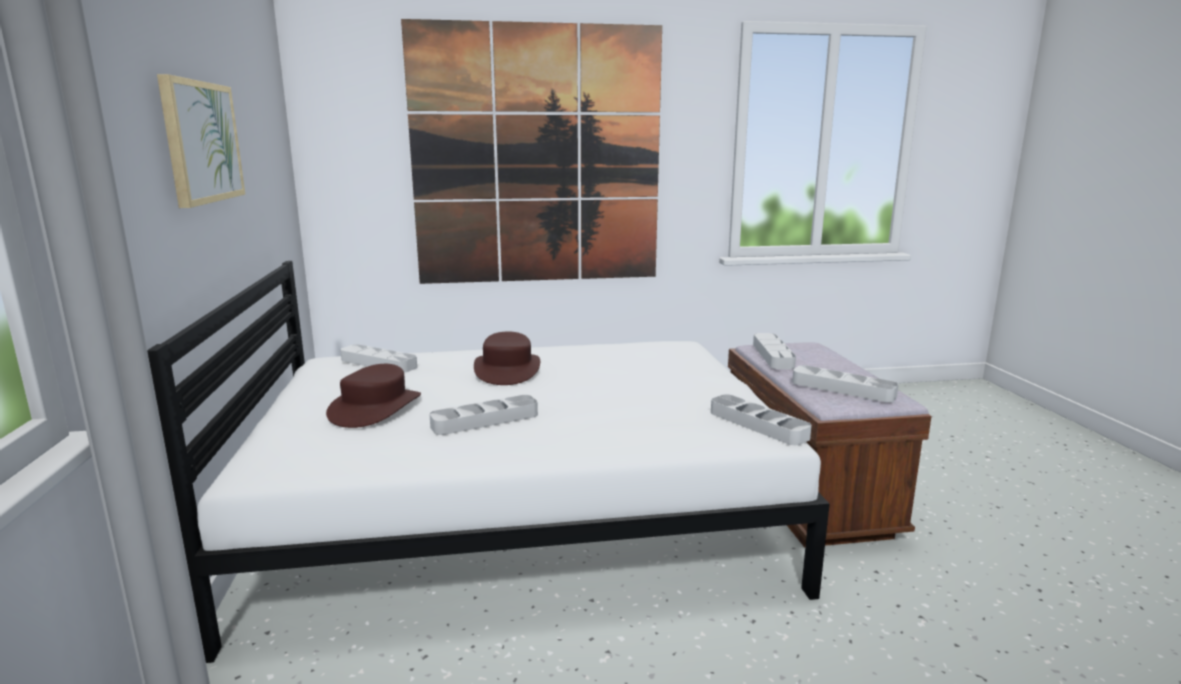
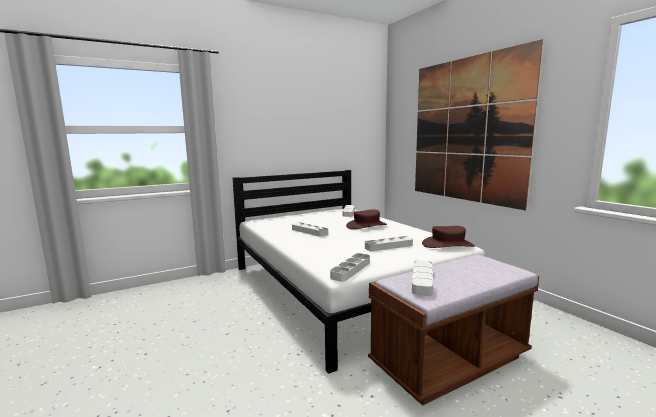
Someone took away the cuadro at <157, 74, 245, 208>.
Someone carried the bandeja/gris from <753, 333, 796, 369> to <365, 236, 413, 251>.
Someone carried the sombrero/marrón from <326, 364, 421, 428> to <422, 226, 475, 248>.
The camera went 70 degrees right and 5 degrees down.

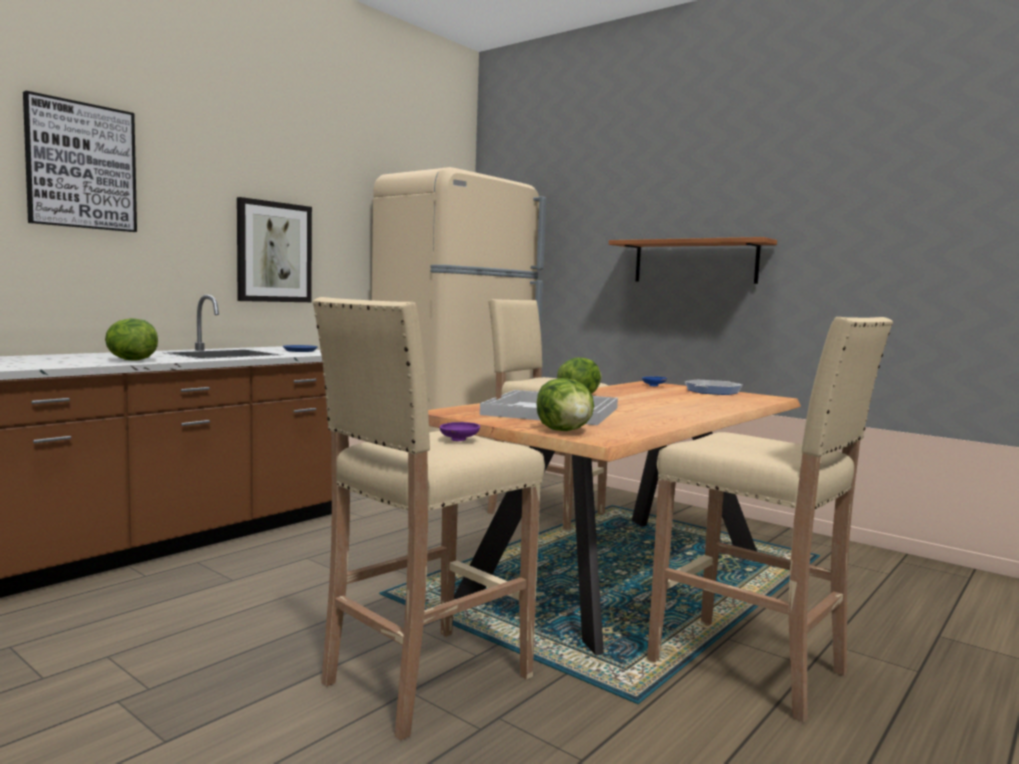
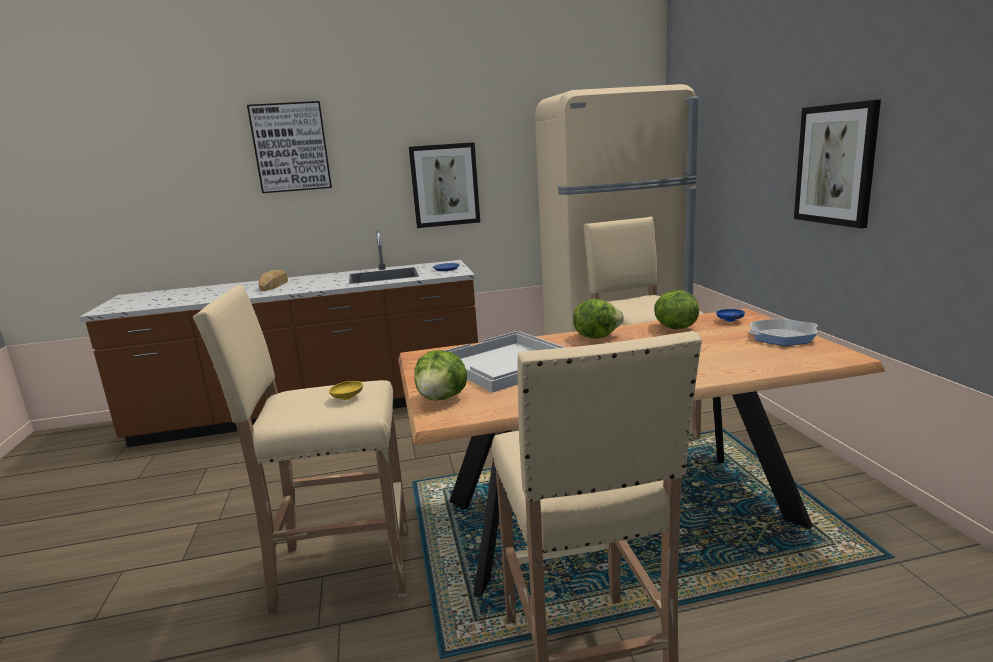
Someone swapped the estante at <609, 237, 777, 284> for the cuadro at <794, 100, 881, 228>.
Someone carried the lechuga from <105, 318, 158, 361> to <654, 290, 699, 329>.
Someone repainted the cuenco/morado at <440, 422, 480, 441>, which became the cuenco/amarillo at <329, 381, 363, 400>.
Someone put down the pan at <259, 270, 288, 291>.
The camera went 40 degrees right and 10 degrees up.

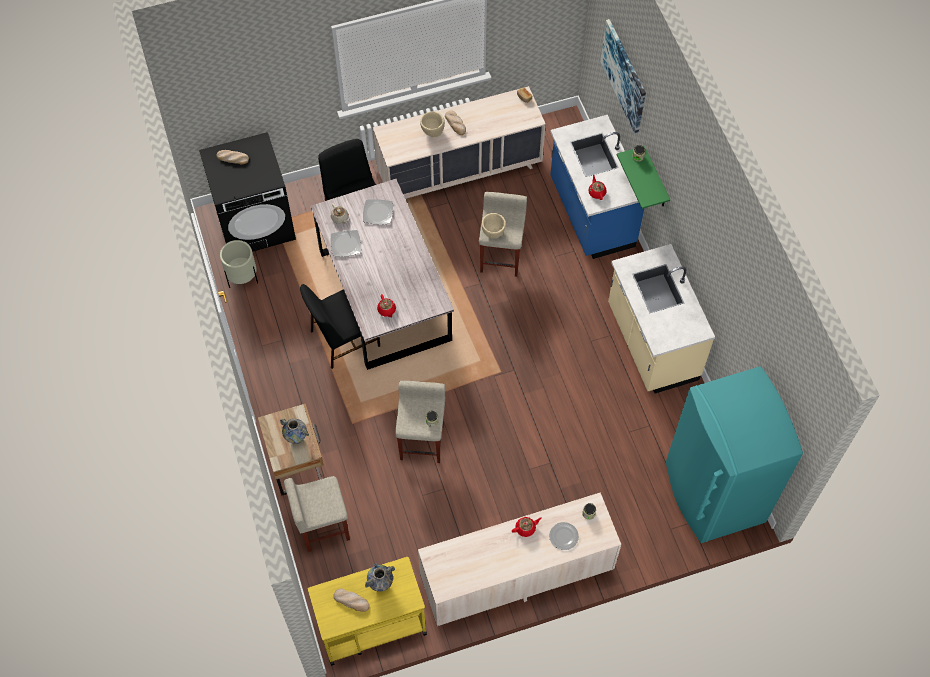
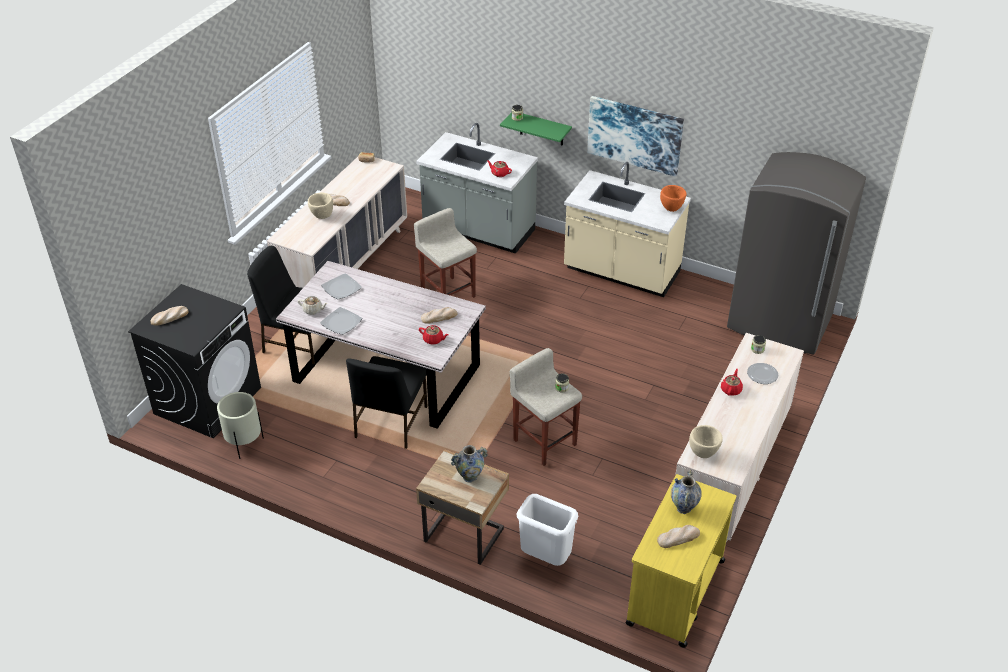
Someone carried the cuadro from <600, 19, 646, 134> to <587, 96, 684, 177>.
Someone repainted the mueble bajo de cocina/azul at <550, 115, 644, 259>, which became the mueble bajo de cocina/gris at <416, 123, 538, 254>.
Someone carried the cuenco/beis from <481, 213, 506, 239> to <689, 425, 723, 458>.
Someone repainted the nevera/turquesa at <666, 366, 803, 543>, which became the nevera/gris at <727, 152, 866, 354>.
Someone swapped the taburete/beis at <284, 476, 350, 552> for the papelera/blanco at <516, 494, 578, 566>.
Someone put down the cuenco/naranja at <660, 185, 687, 212>.
Someone put down the pan at <421, 307, 457, 324>.
The camera went 45 degrees left and 20 degrees down.

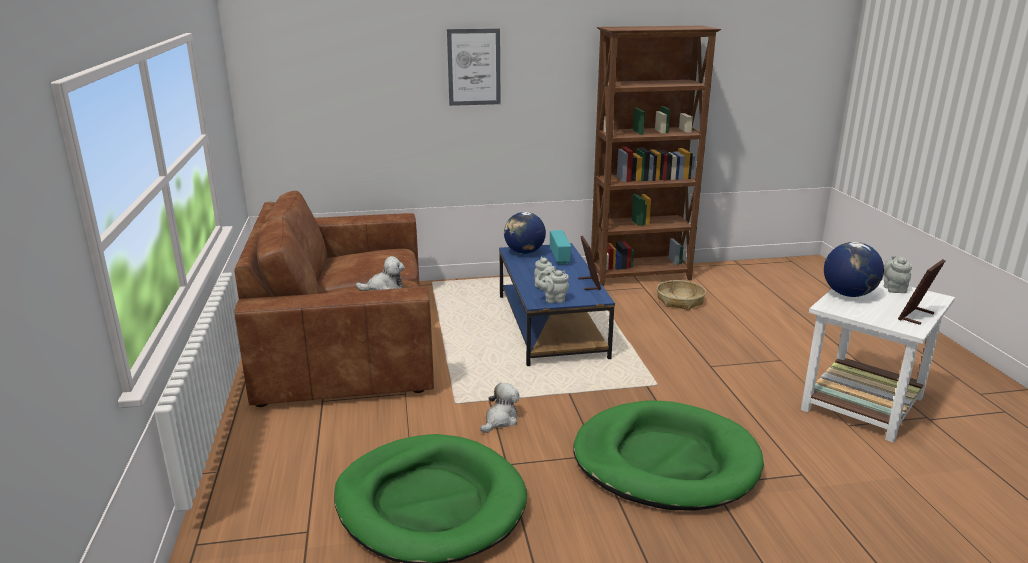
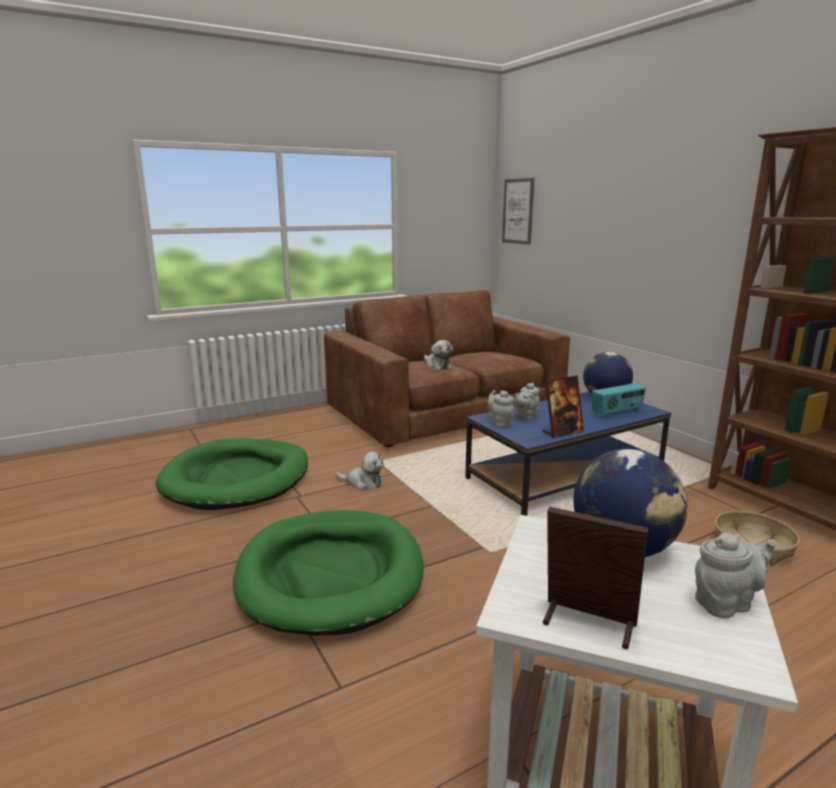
Someone carried the cuadro from <447, 29, 501, 106> to <502, 178, 534, 245>.
The camera went 70 degrees right and 5 degrees down.

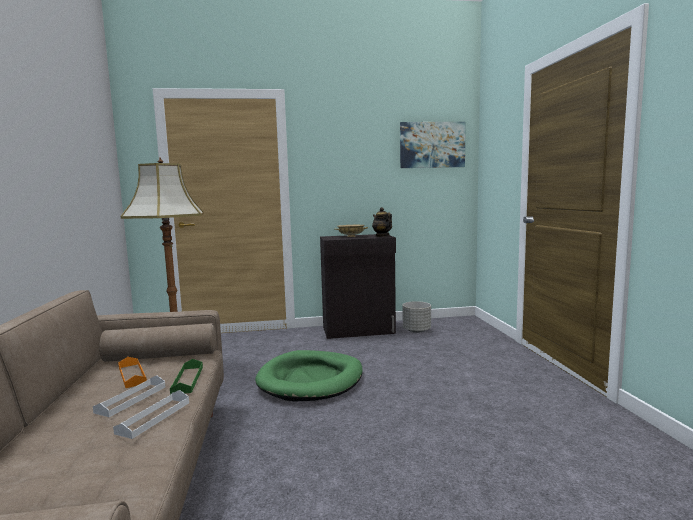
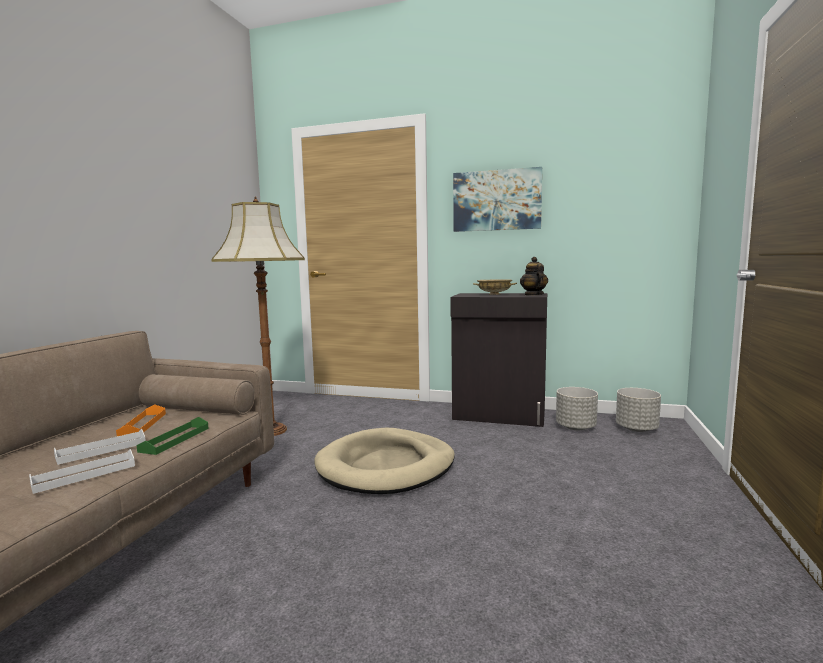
Someone carried the cuadro from <400, 122, 466, 168> to <453, 167, 542, 232>.
Someone repainted the cama para perro/verde at <255, 350, 363, 401>, which became the cama para perro/beis at <314, 428, 455, 494>.
Someone put down the maceta/gris at <616, 388, 661, 432>.
The camera went 25 degrees right and 0 degrees up.

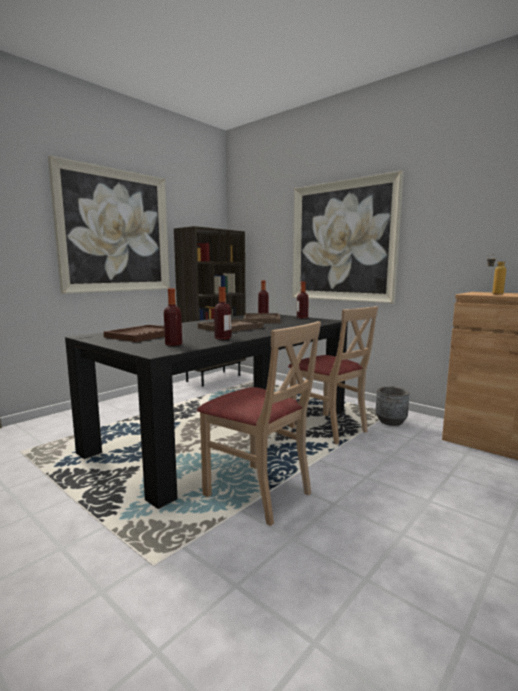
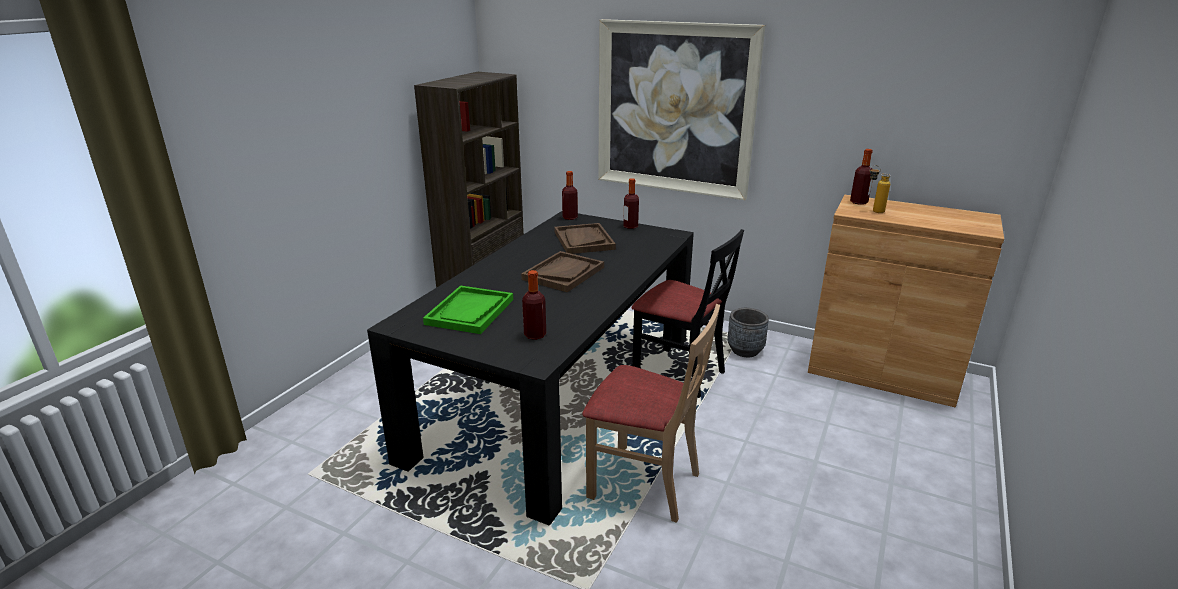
Someone took away the cuadro at <48, 156, 170, 294>.
Someone carried the botella from <214, 287, 231, 340> to <850, 149, 873, 205>.
Someone repainted the silla/beis at <288, 306, 378, 444>, which became the silla/negro at <632, 229, 744, 398>.
Someone repainted the bandeja/marrón at <104, 325, 165, 342>, which became the bandeja/verde at <423, 286, 513, 334>.
The camera went 15 degrees left and 15 degrees up.

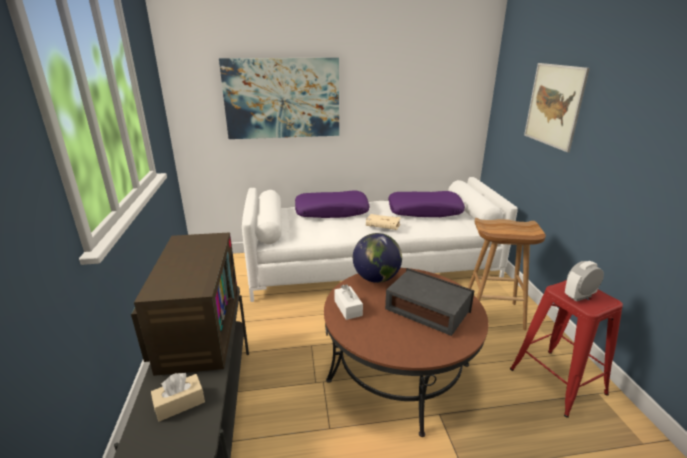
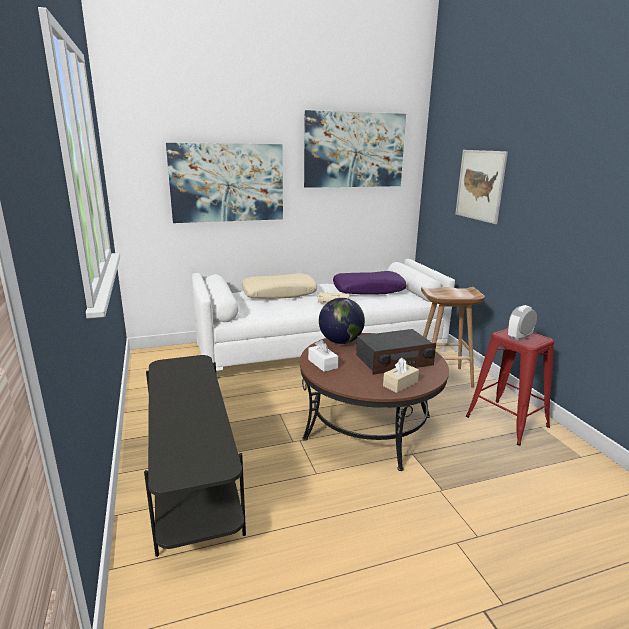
Someone repainted the cojín/morado at <295, 191, 369, 218>, which became the cojín/beis at <241, 273, 317, 299>.
Someone took away the televisor at <131, 232, 238, 376>.
Someone rotated the radio at <385, 268, 475, 336> by 135 degrees clockwise.
Someone carried the caja de pañuelos/beis from <151, 373, 205, 422> to <383, 358, 419, 393>.
Someone put up the cuadro at <304, 110, 406, 188>.
The camera went 10 degrees left and 5 degrees down.

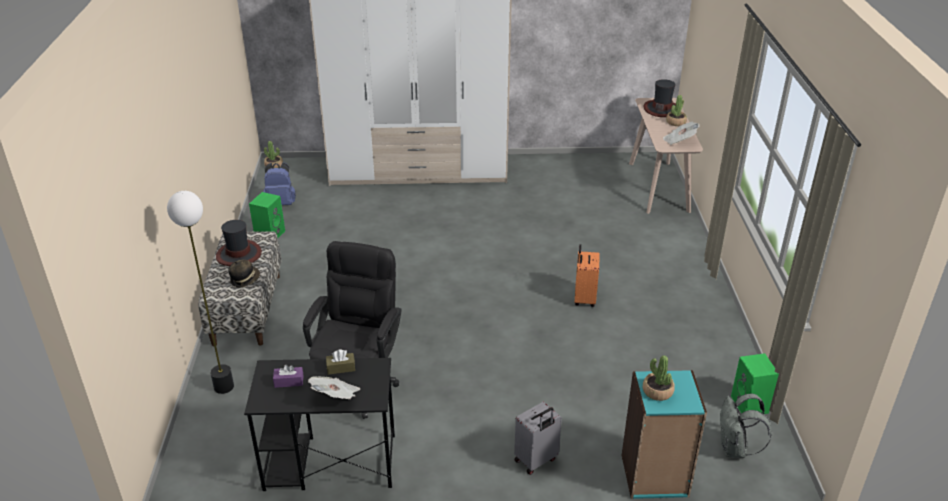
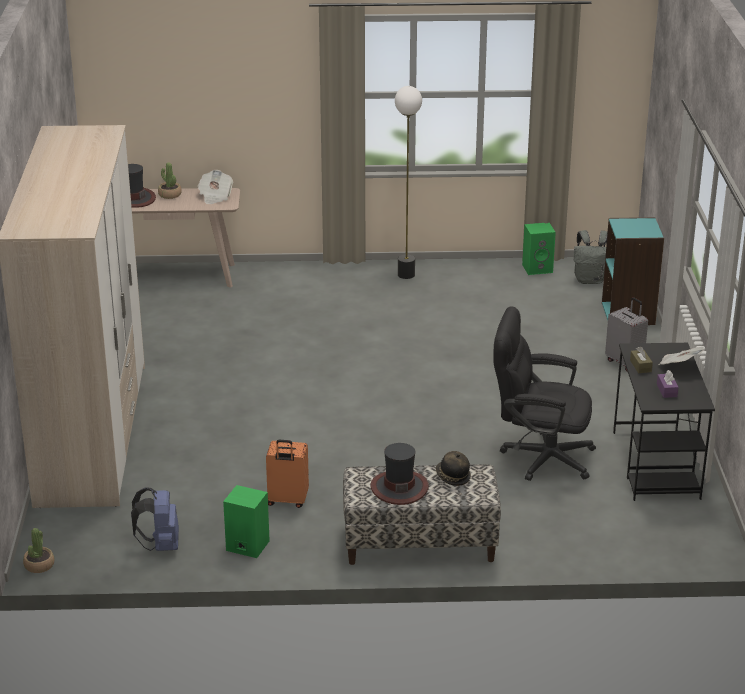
Someone carried the lámpara de pie from <167, 191, 234, 394> to <395, 86, 422, 279>.
Someone carried the maleta/naranja from <575, 244, 600, 307> to <266, 440, 309, 508>.
Someone took away the planta en maceta at <643, 355, 675, 401>.
The camera went 90 degrees left and 5 degrees down.

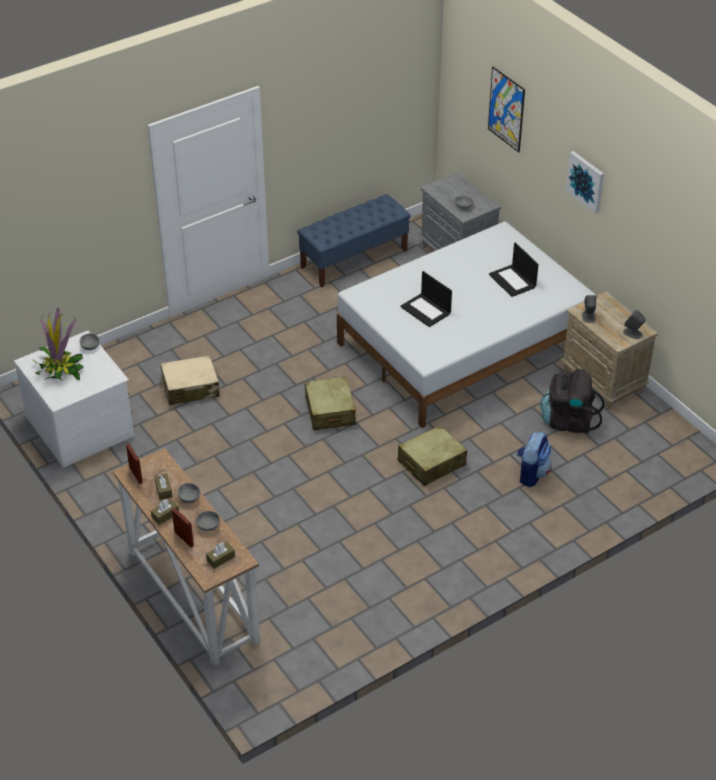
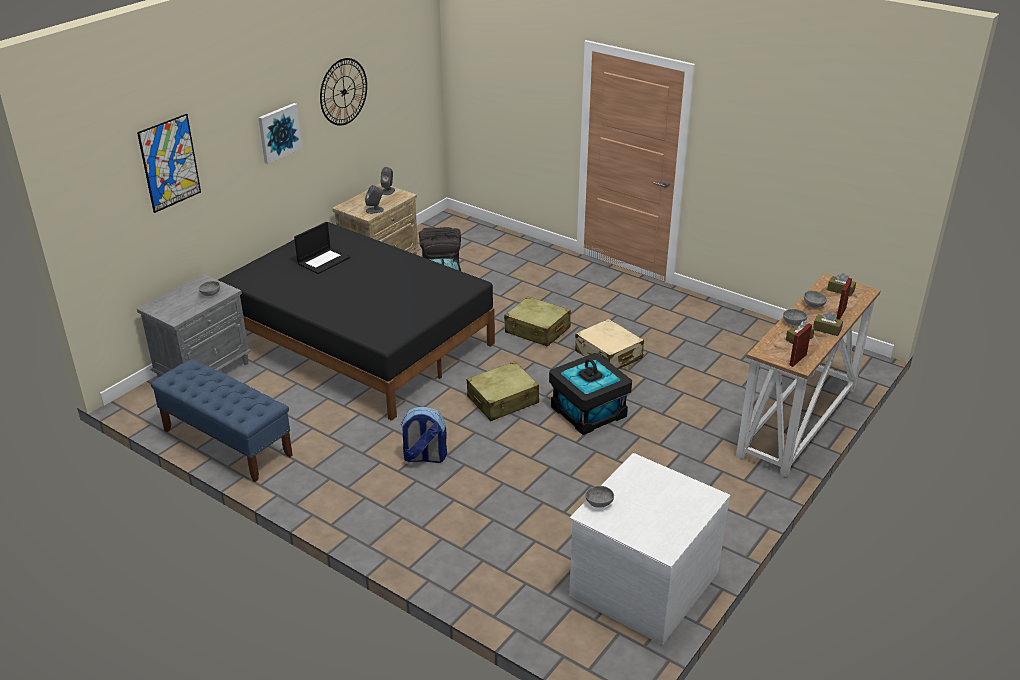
Someone repainted the cama/blanco at <337, 221, 597, 428>, which became the cama/negro at <218, 222, 495, 421>.
Someone took away the portátil at <400, 271, 452, 327>.
Someone took away the planta en maceta at <33, 308, 84, 380>.
Someone carried the maleta/beis from <160, 355, 220, 405> to <575, 319, 644, 369>.
Someone carried the mochila from <517, 431, 552, 487> to <400, 406, 447, 463>.
Someone put up the reloj de pared at <320, 58, 367, 126>.
Someone put down the caja de almacenaje/negro at <549, 353, 632, 435>.
The camera went 110 degrees left and 10 degrees down.

